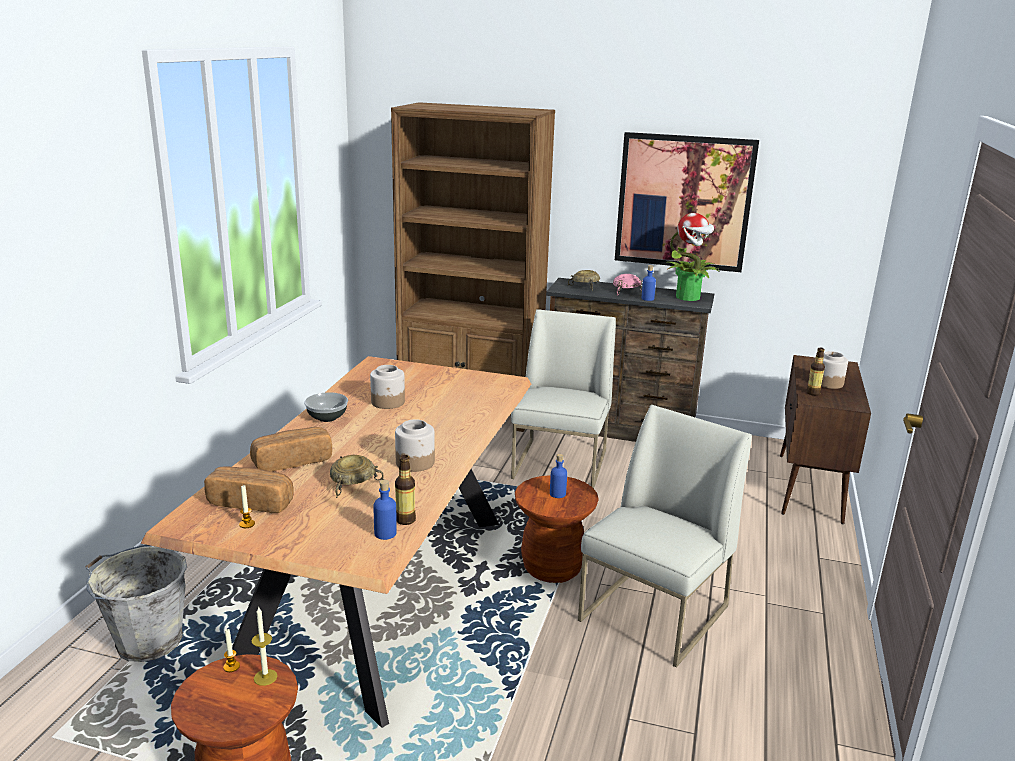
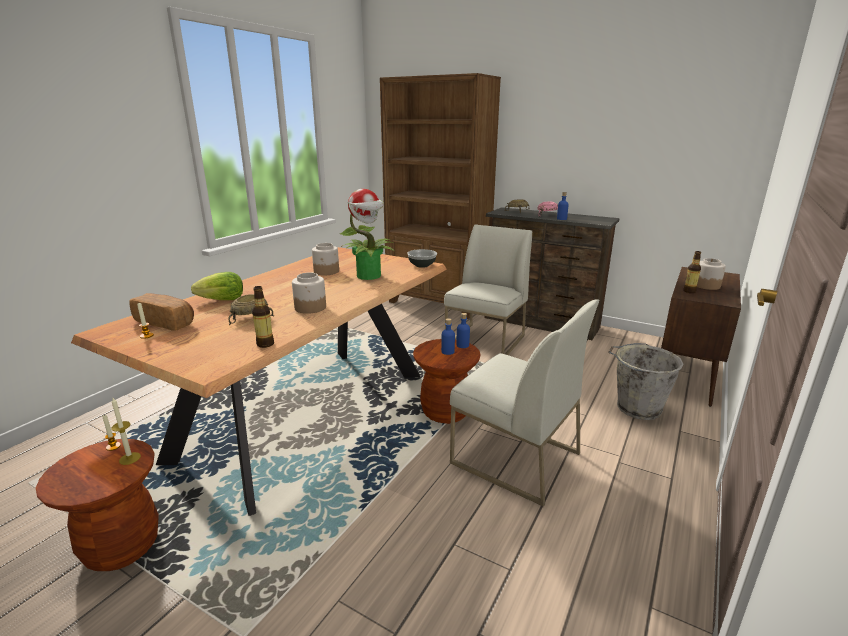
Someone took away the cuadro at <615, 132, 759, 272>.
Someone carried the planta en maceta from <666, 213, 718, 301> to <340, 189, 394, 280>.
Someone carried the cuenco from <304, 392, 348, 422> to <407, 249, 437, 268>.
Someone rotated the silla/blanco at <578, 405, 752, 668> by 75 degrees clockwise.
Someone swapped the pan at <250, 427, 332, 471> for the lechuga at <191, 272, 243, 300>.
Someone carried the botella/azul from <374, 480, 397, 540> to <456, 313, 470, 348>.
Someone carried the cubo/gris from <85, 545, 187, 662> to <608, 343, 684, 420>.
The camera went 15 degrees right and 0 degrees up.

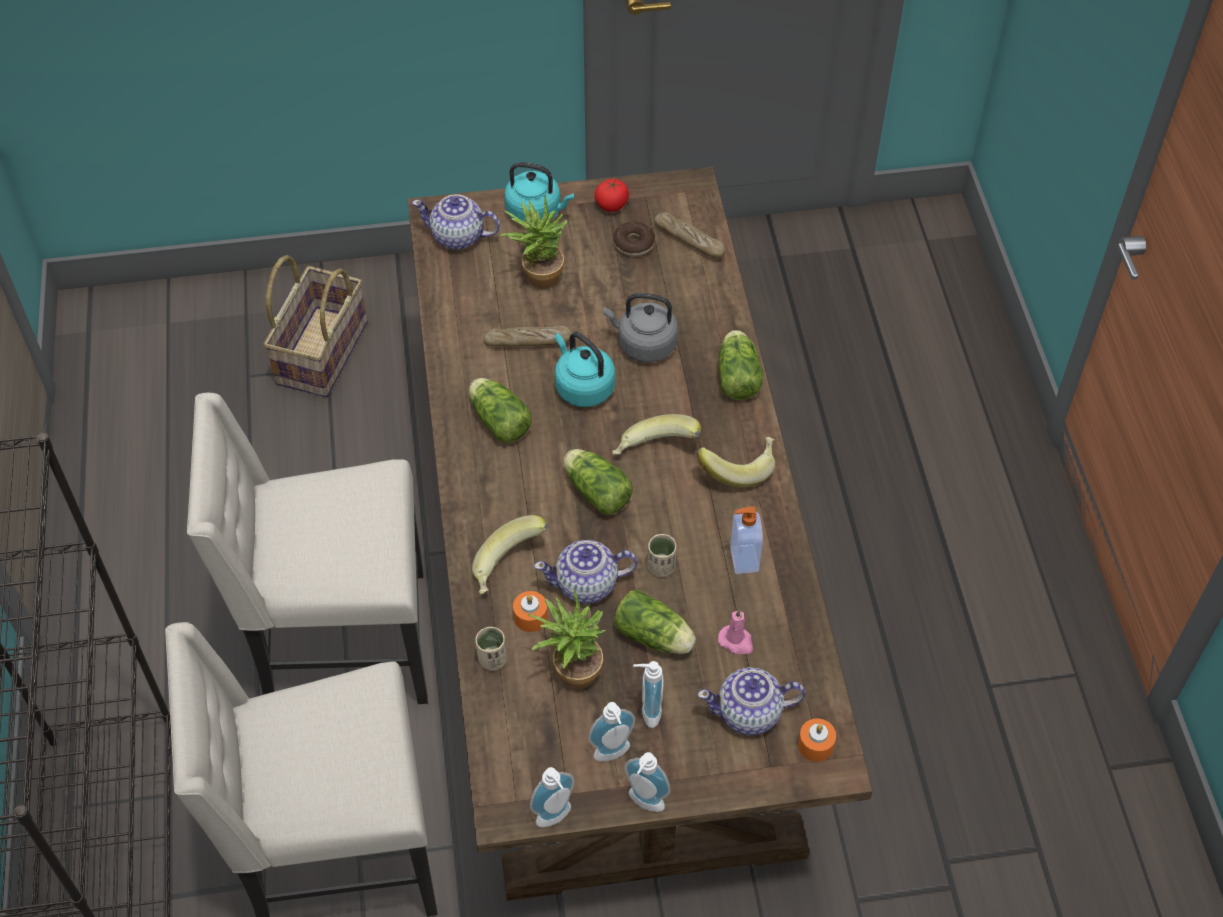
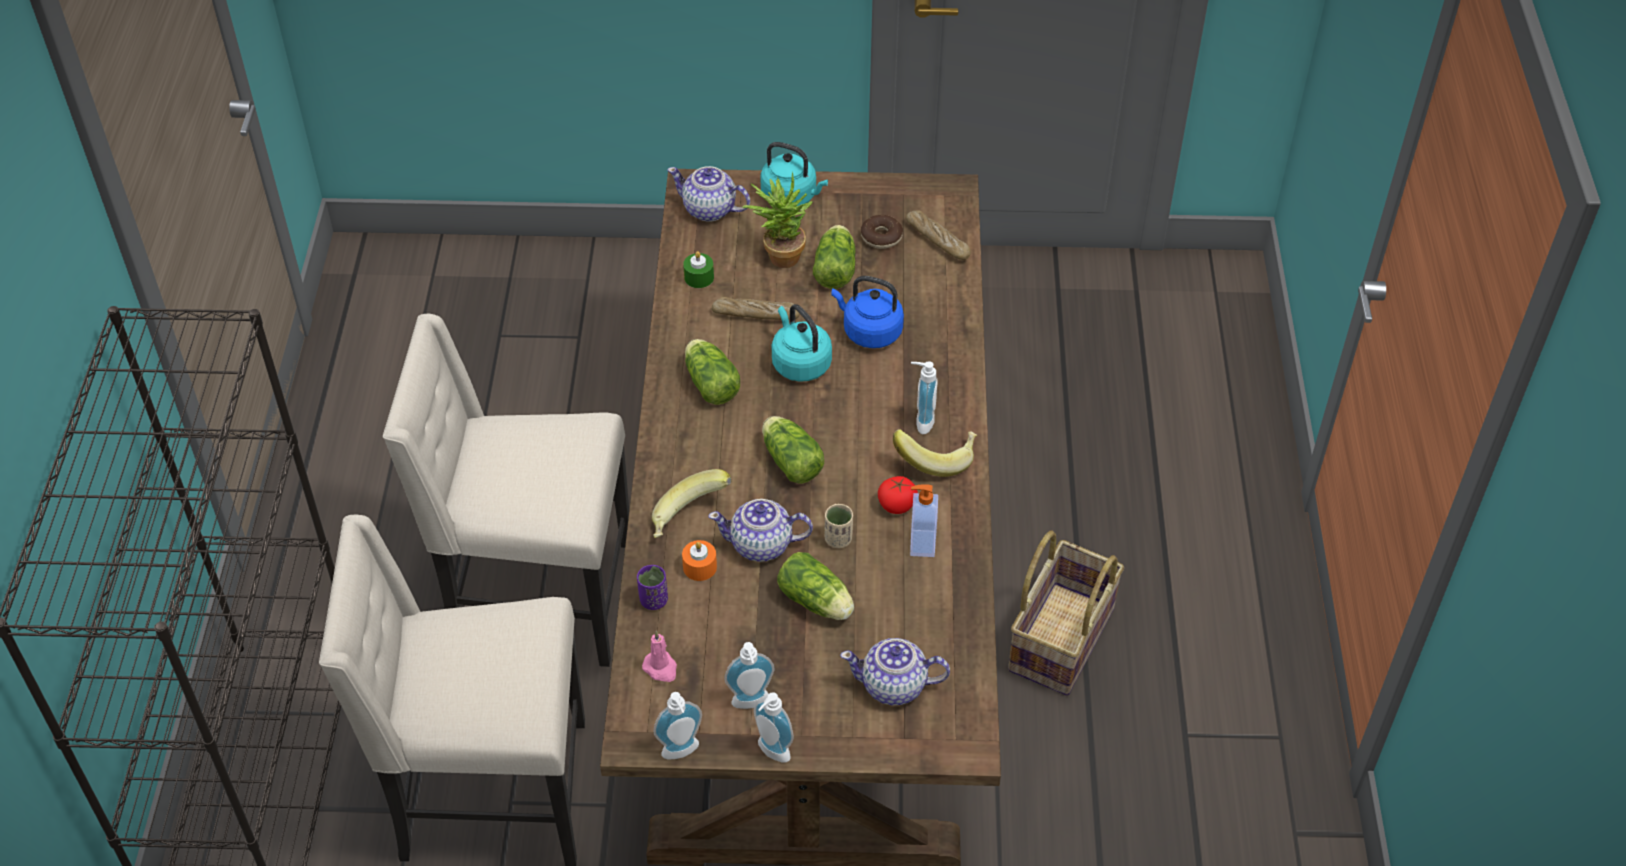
Someone carried the tomate from <595, 179, 629, 212> to <878, 476, 918, 514>.
Someone carried the cesta from <263, 255, 367, 397> to <1008, 531, 1124, 696>.
Someone repainted the hervidor/gris at <604, 293, 678, 362>, which became the hervidor/azul at <831, 276, 904, 348>.
Someone carried the lechuga from <718, 330, 763, 400> to <813, 225, 856, 289>.
Someone took away the plátano at <612, 414, 703, 455>.
Someone took away the planta en maceta at <528, 589, 606, 689>.
Someone carried the vela/rosa from <718, 609, 753, 654> to <642, 631, 677, 682>.
Someone repainted the taza/beis at <475, 627, 507, 671>, which became the taza/morado at <637, 565, 668, 610>.
Someone carried the dispensador de jabón from <633, 661, 664, 728> to <911, 361, 938, 434>.
Someone took away the vela/naranja at <798, 718, 836, 762>.
Someone put down the vela/verde at <683, 251, 714, 288>.
The camera went 10 degrees right and 5 degrees down.

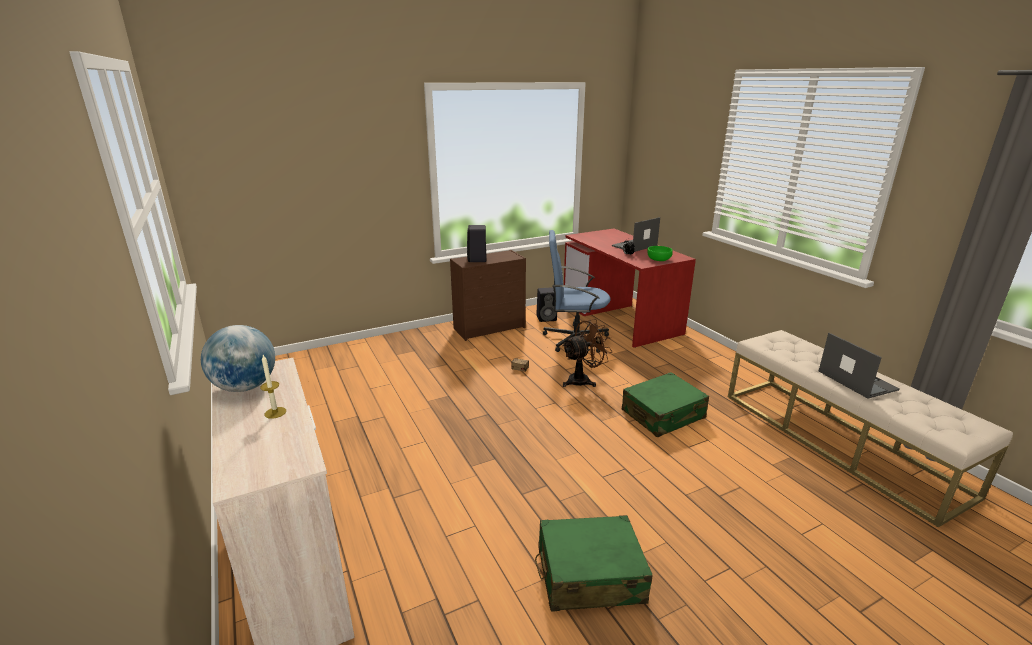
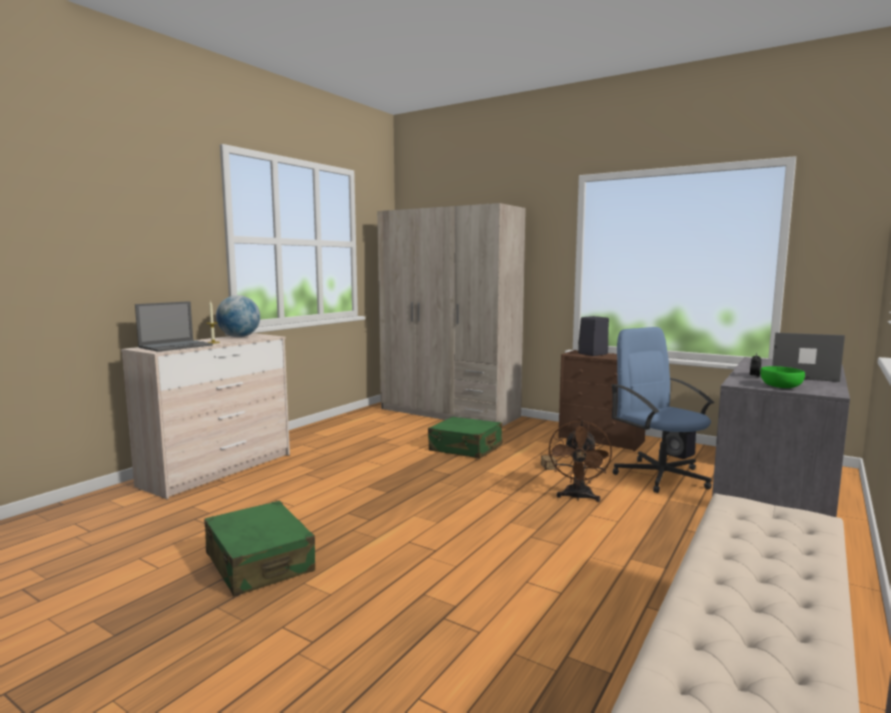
Someone repainted the escritorio/rojo at <564, 228, 696, 348>, which became the escritorio/gris at <712, 357, 850, 517>.
Someone rotated the ventilador/marrón at <562, 319, 613, 387> by 75 degrees clockwise.
Someone carried the portátil from <819, 333, 900, 399> to <135, 301, 213, 352>.
Someone carried the maleta/verde from <622, 372, 709, 437> to <428, 417, 502, 459>.
Someone put down the armario ropero/beis at <377, 203, 526, 426>.
The camera went 60 degrees right and 15 degrees down.

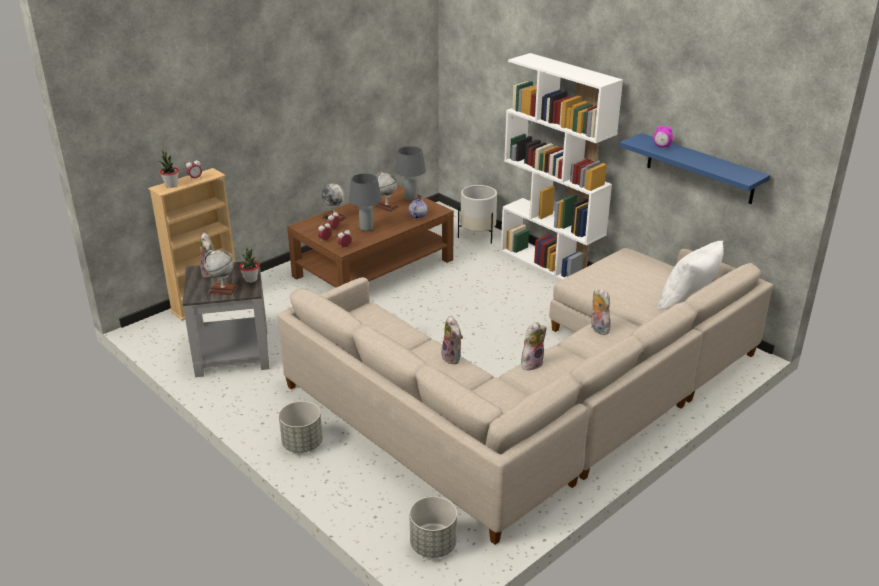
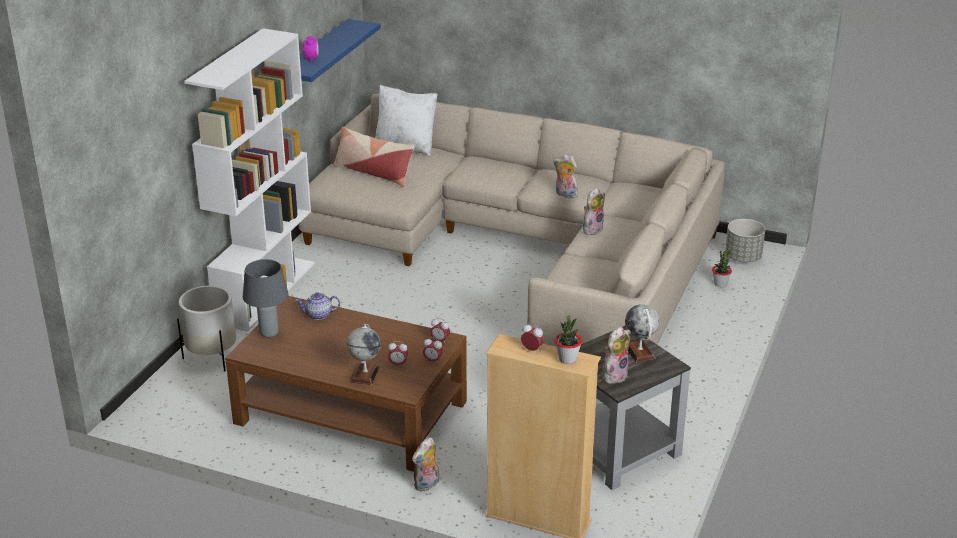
Someone took away the globo terráqueo at <375, 172, 399, 212>.
Someone took away the lámpara de mesa/gris at <349, 173, 382, 231>.
Someone carried the planta en maceta from <240, 248, 259, 283> to <712, 249, 732, 287>.
Someone carried the peluche from <591, 288, 611, 335> to <412, 437, 439, 492>.
Someone took away the maceta/gris at <279, 401, 323, 453>.
Someone put down the cojín at <333, 127, 415, 187>.
The camera went 115 degrees left and 0 degrees up.

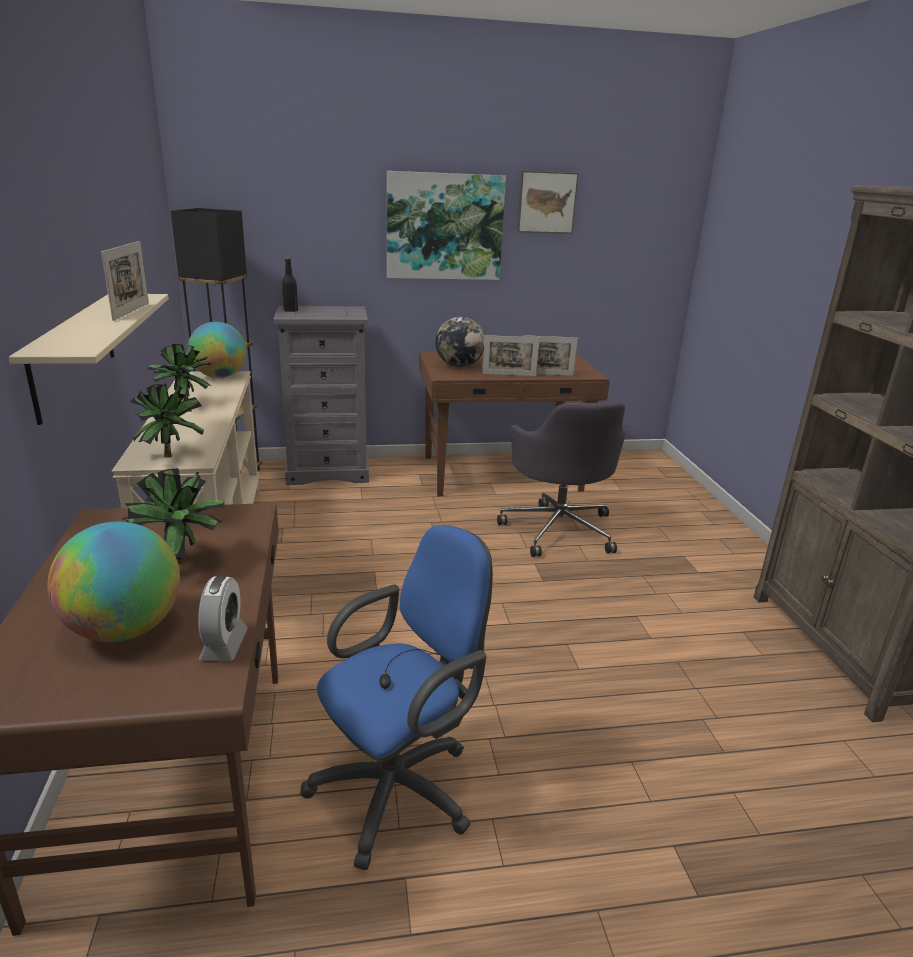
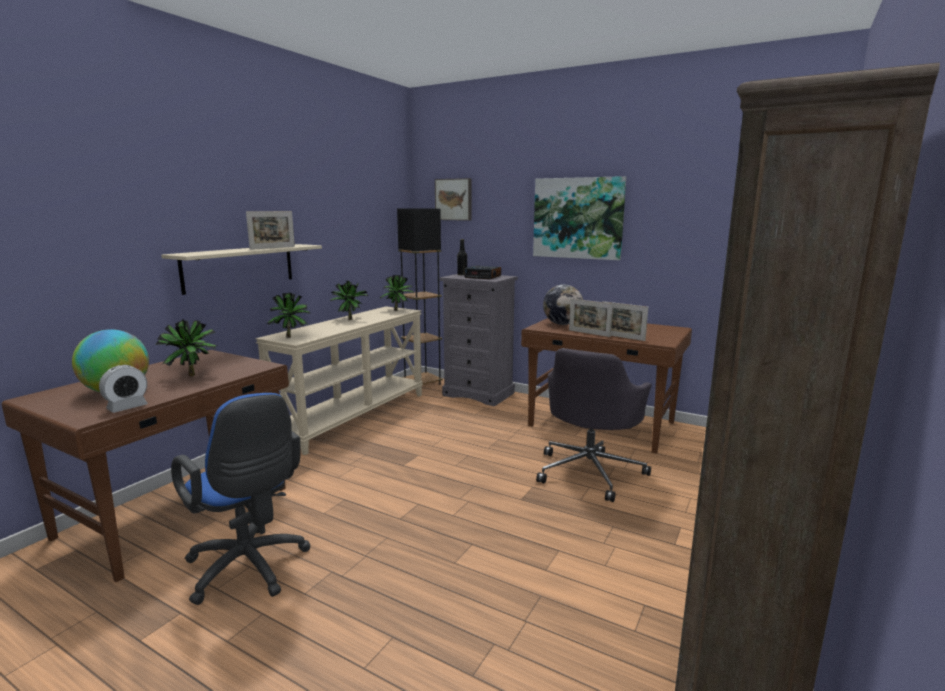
Someone carried the cuadro from <517, 171, 579, 234> to <435, 178, 472, 221>.
Someone swapped the globo terráqueo at <188, 322, 246, 378> for the planta en maceta at <380, 275, 414, 311>.
Someone rotated the silla de oficina/azul at <300, 525, 493, 870> by 45 degrees clockwise.
Someone put down the despertador at <464, 265, 501, 279>.
The camera went 40 degrees right and 10 degrees down.

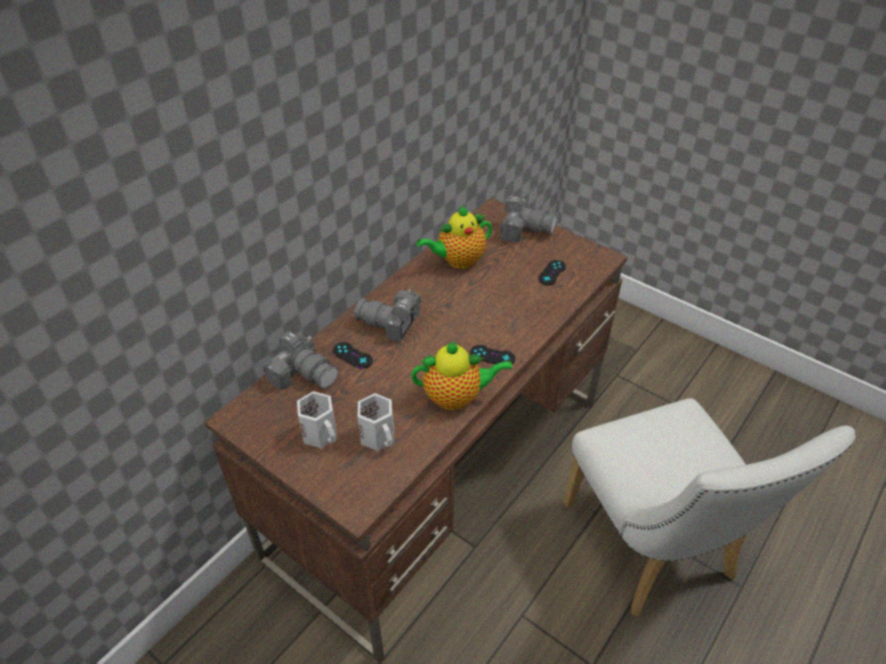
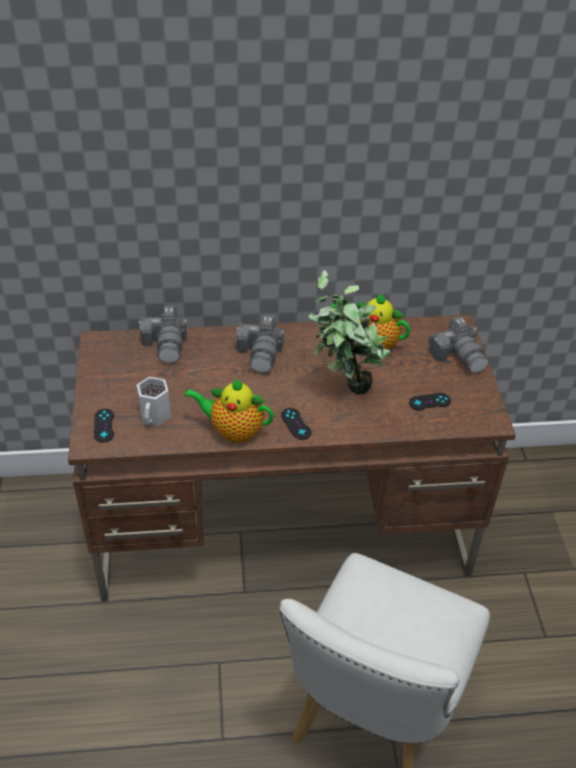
Someone rotated the cámara at <354, 289, 421, 343> by 150 degrees counterclockwise.
Someone carried the mando de consola/negro from <333, 342, 373, 369> to <94, 409, 114, 442>.
Someone rotated the tetera at <411, 342, 513, 410> by 150 degrees clockwise.
Someone took away the taza grande/blanco at <297, 391, 337, 448>.
Someone put down the planta en maceta at <308, 270, 391, 395>.
The camera went 45 degrees right and 0 degrees up.

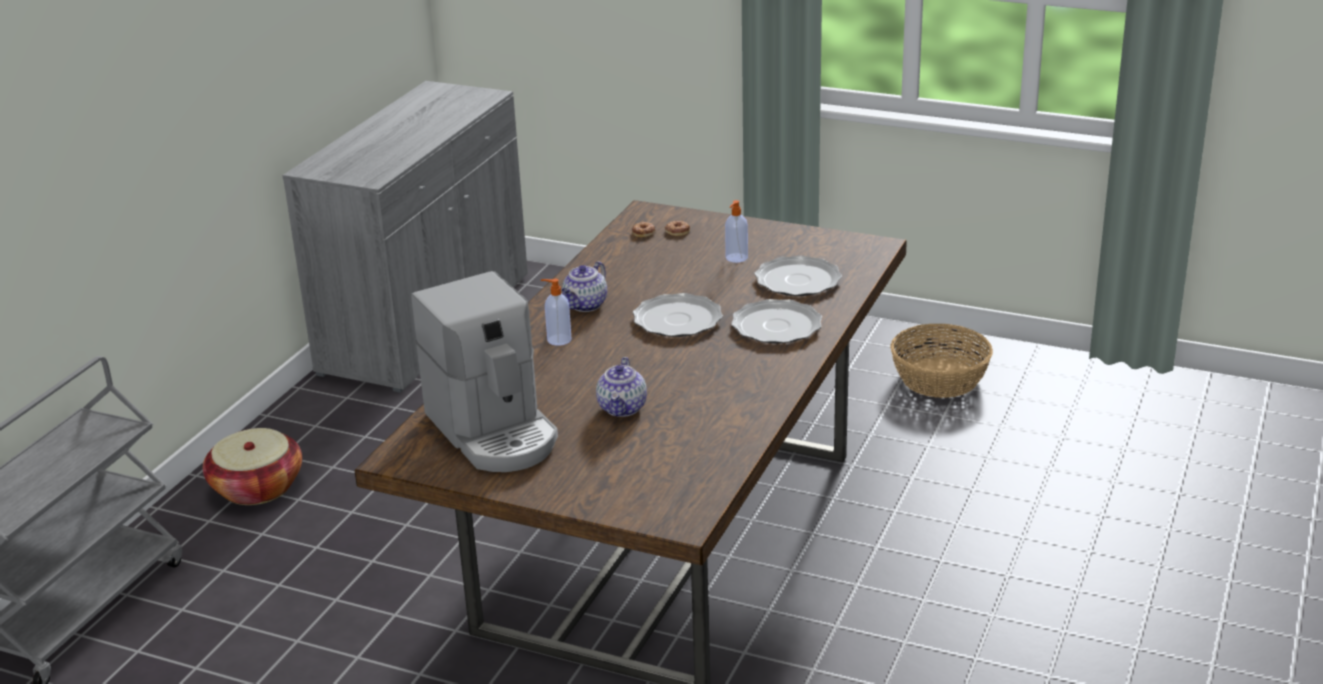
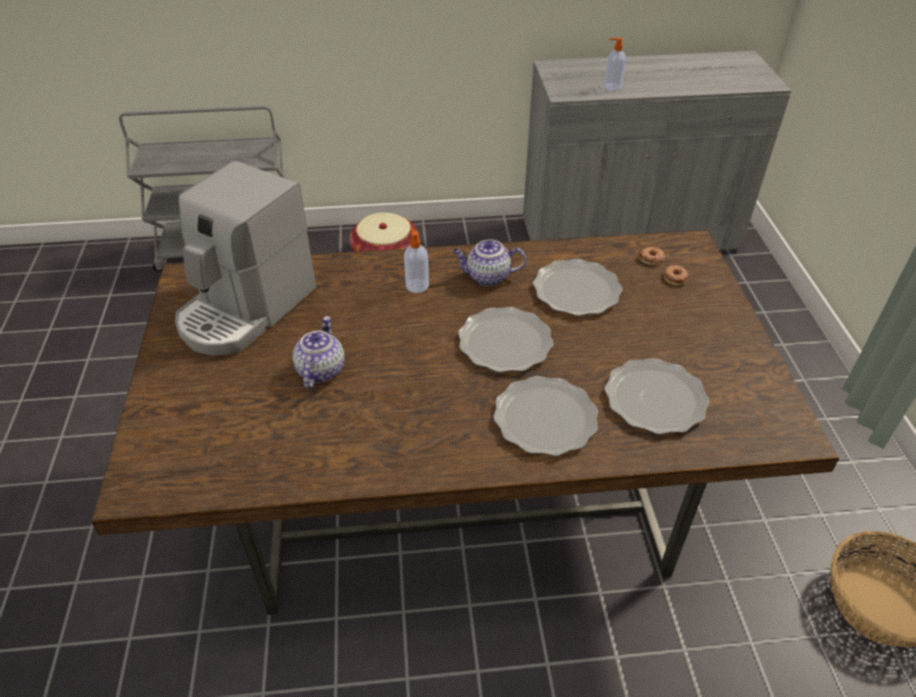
Someone carried the dispensador de jabón from <725, 200, 748, 263> to <604, 37, 626, 90>.
Someone rotated the tetera at <596, 357, 647, 417> by 120 degrees clockwise.
Someone put down the plato at <533, 259, 622, 316>.
The camera went 60 degrees right and 15 degrees up.

